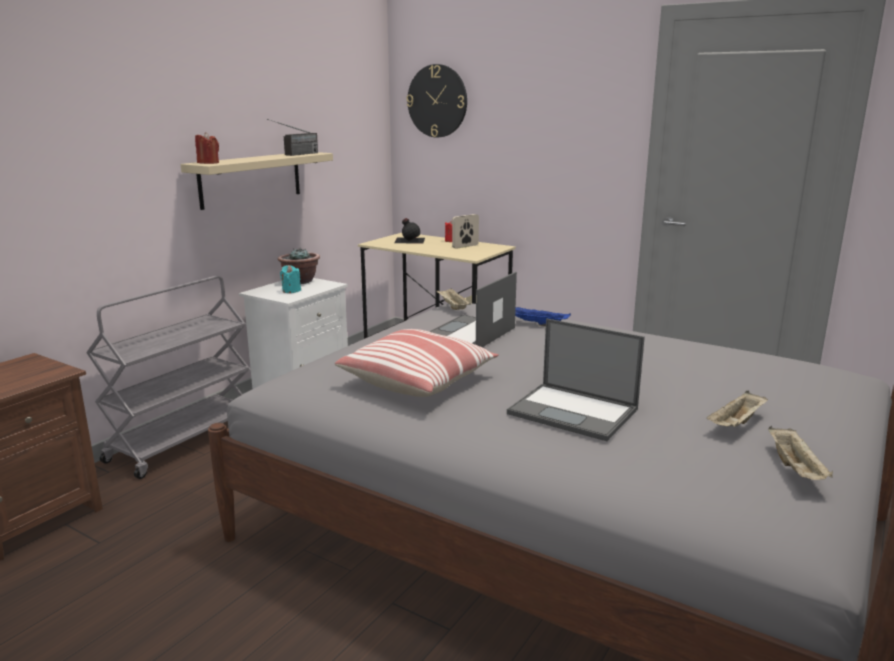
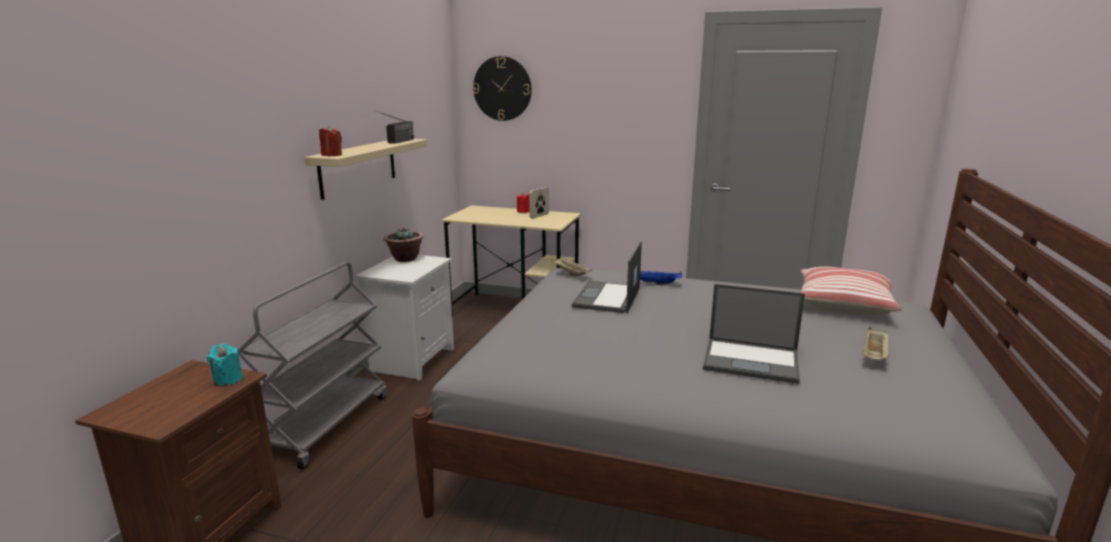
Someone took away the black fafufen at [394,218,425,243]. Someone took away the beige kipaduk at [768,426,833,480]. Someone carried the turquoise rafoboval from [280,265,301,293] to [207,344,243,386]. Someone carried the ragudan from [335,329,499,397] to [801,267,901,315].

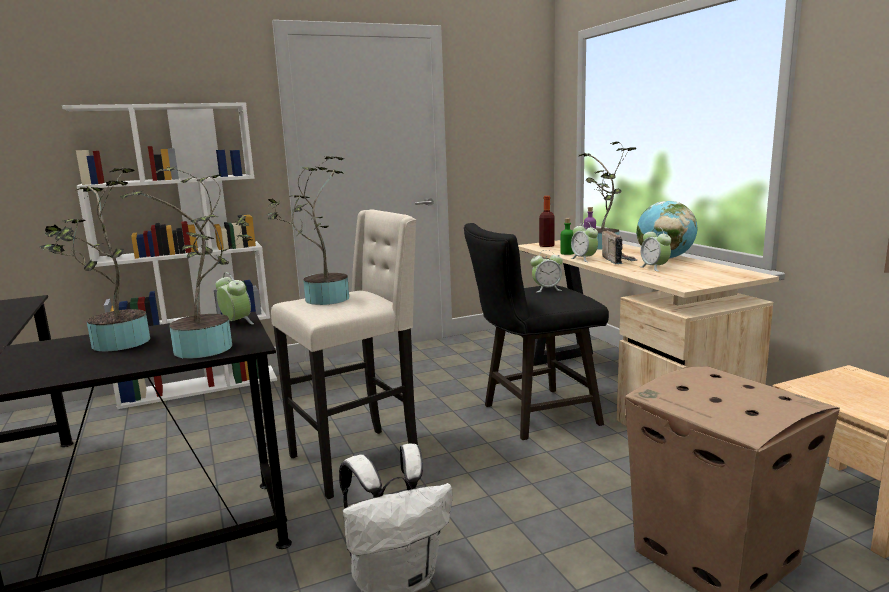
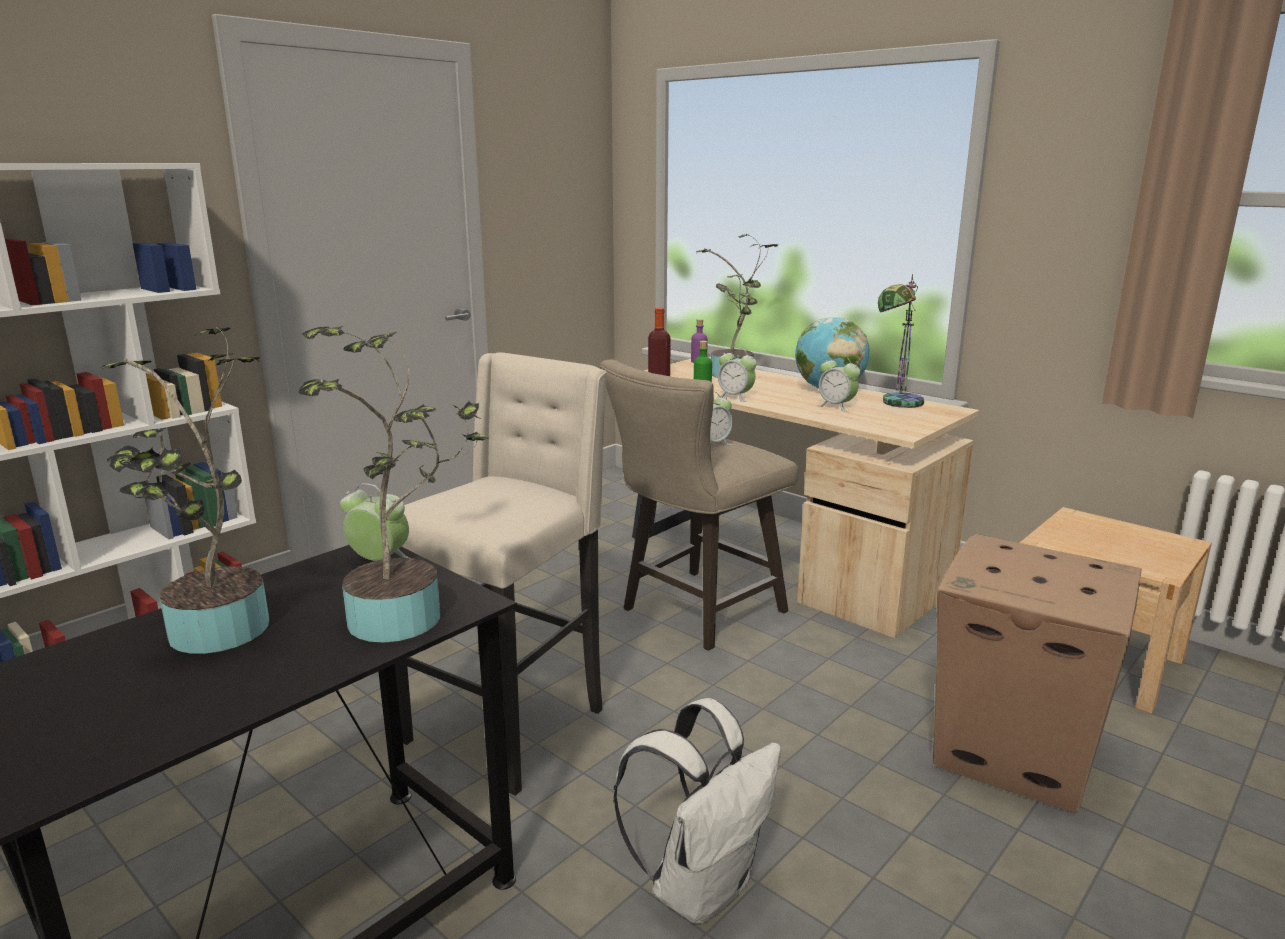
Someone took away the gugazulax at [266,156,349,305]. Someone took away the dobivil at [602,230,638,264]. Someone put down the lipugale at [878,274,924,408]. Someone repainted the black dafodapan at [464,223,609,440], which became the beige dafodapan at [600,359,798,651].

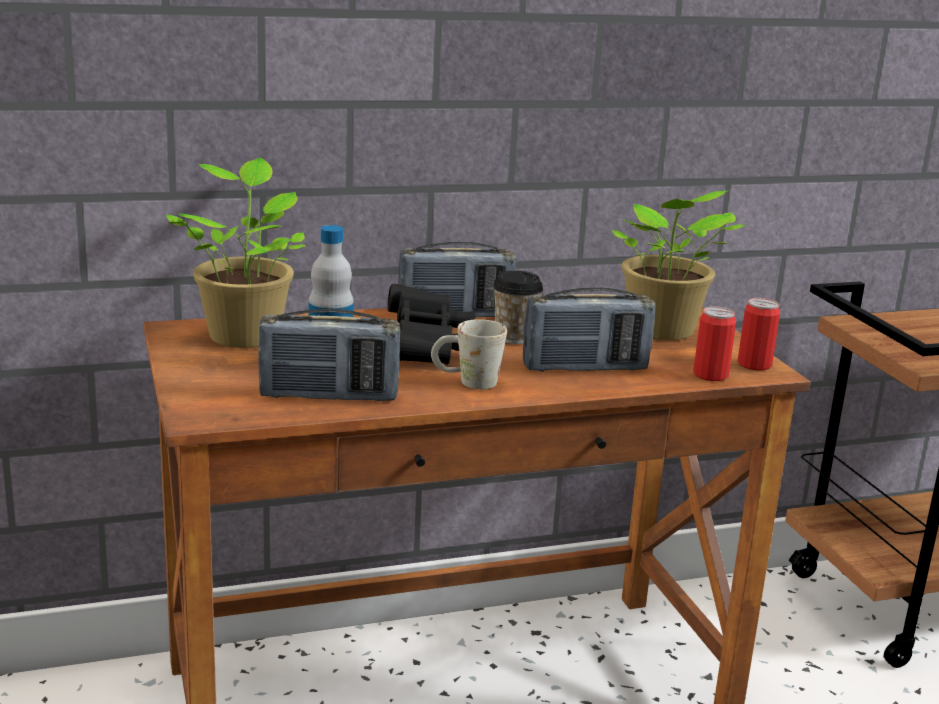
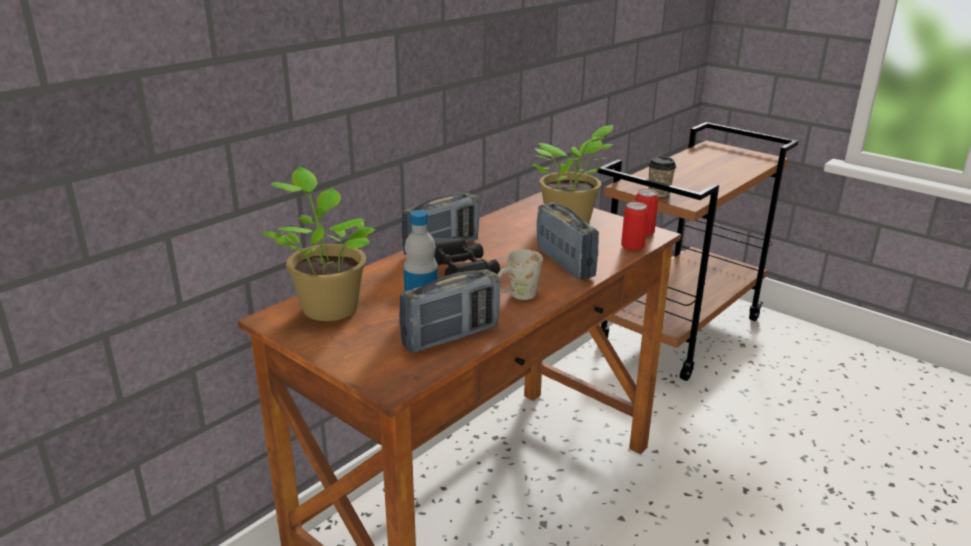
Someone carried the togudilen from [493,270,543,344] to [648,157,676,197]. Someone rotated the dobivil at [523,287,656,372] by 75 degrees counterclockwise.

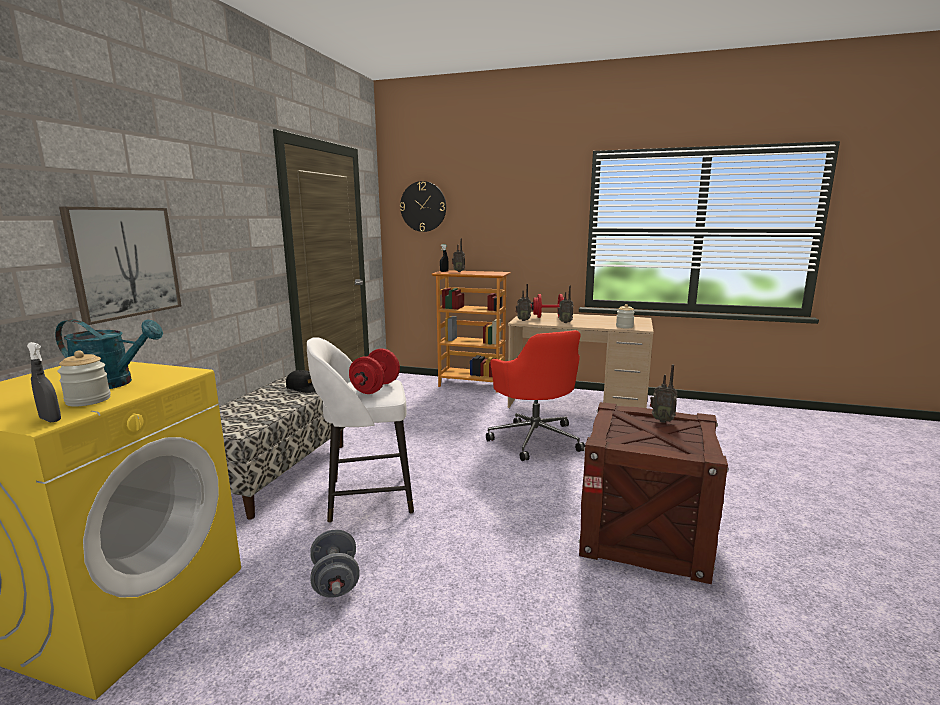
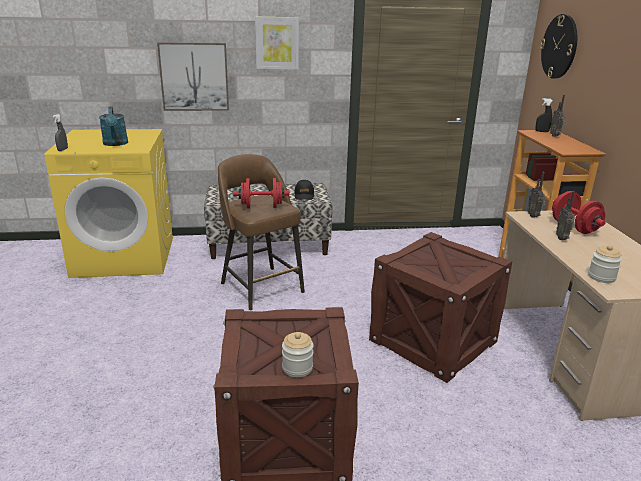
Someone took away the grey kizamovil at [310,530,360,598]. Someone took away the dobivil at [650,365,678,423]. Someone put up the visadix at [255,17,299,69]. Someone carried the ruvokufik from [57,350,111,407] to [282,332,314,377]. Someone swapped the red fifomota at [486,330,585,461] for the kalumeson at [369,232,512,383]. Someone repainted the white dafodapan at [307,337,414,523], which became the brown dafodapan at [218,154,305,310].

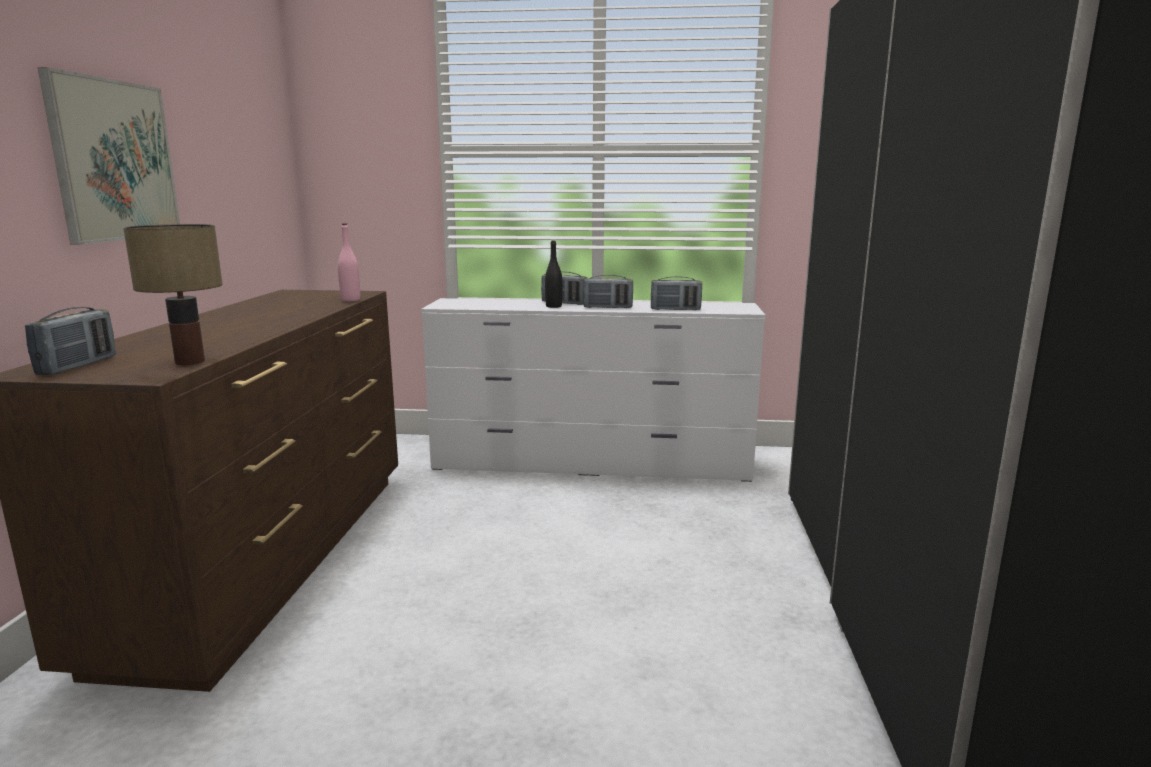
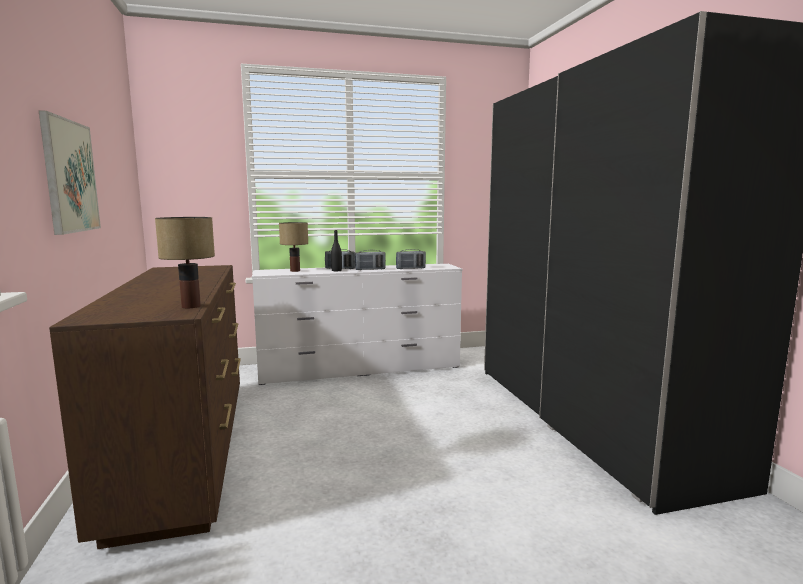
Someone took away the dobivil at [25,307,116,375]. Someone took away the pink fafufen at [338,223,360,301]. Someone put down the lipugale at [279,222,308,272].

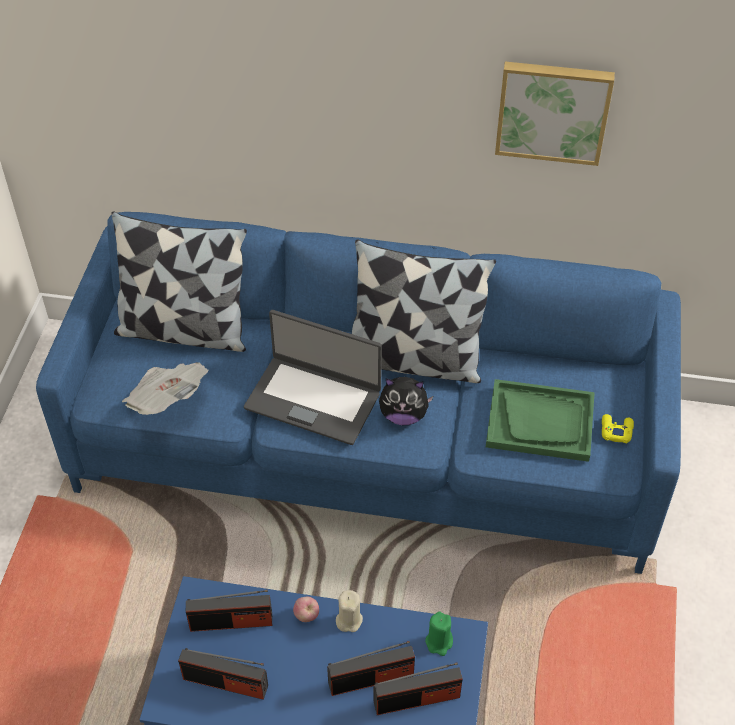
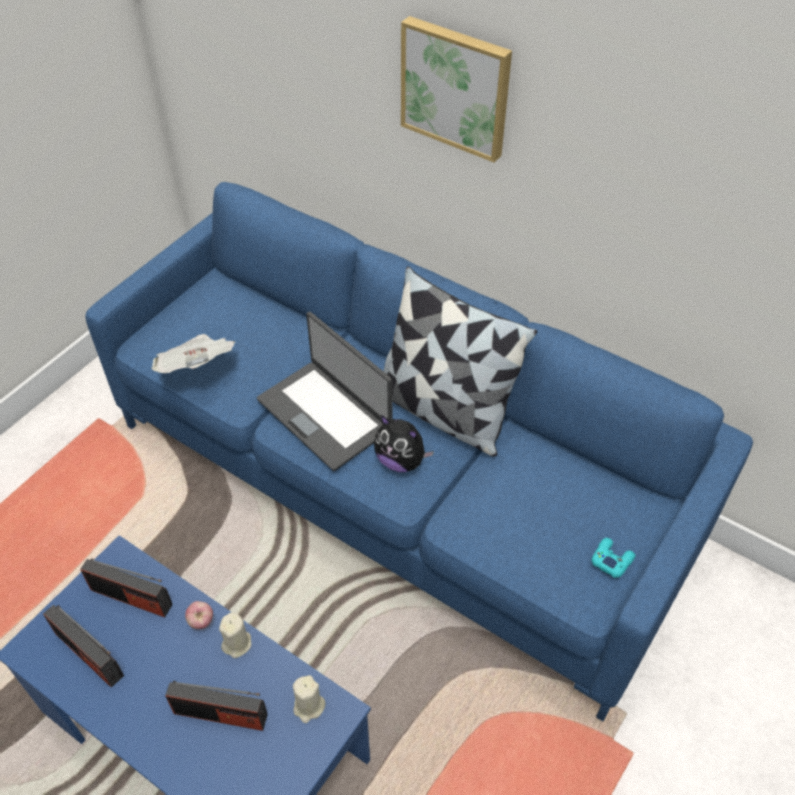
Someone took away the ragudan at [111,211,247,352]. Someone took away the dobivil at [373,662,463,715]. Someone took away the green kipaduk at [486,379,595,462]. Someone carried the visadix from [495,62,615,166] to [401,16,512,163]. Someone repainted the green rafoboval at [425,612,453,656], which became the beige rafoboval at [293,675,326,723]. Someone repainted the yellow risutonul at [602,414,634,443], which became the turquoise risutonul at [592,538,635,578].

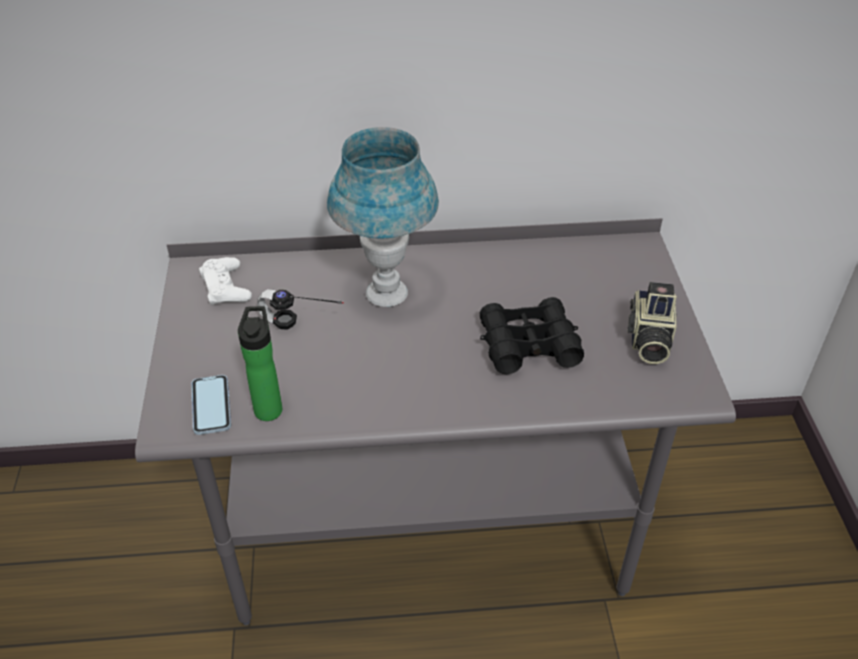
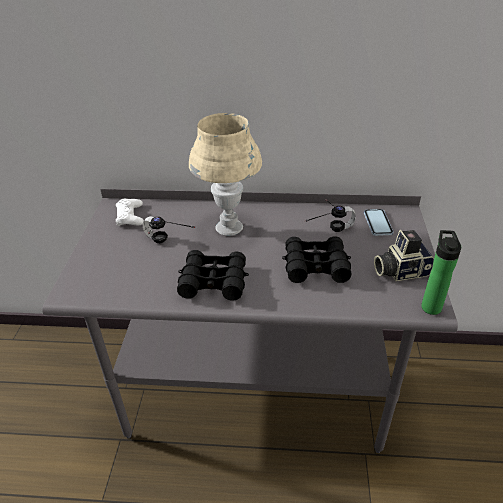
Someone put down the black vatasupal at [177,250,249,301]. Someone put down the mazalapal at [305,200,356,232]. Someone carried the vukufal from [191,375,231,435] to [364,209,394,236]. Someone carried the fafufen from [238,306,282,421] to [421,230,461,315]. Someone repainted the blue lipugale at [327,127,439,307], which became the beige lipugale at [189,113,262,236]. Someone rotated the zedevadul at [627,282,677,364] by 60 degrees clockwise.

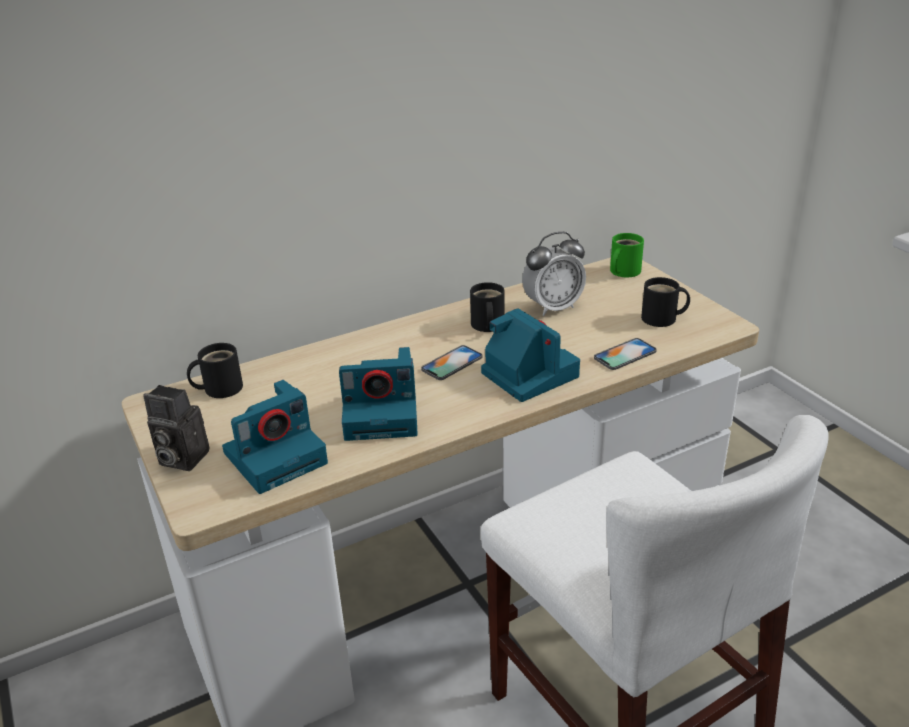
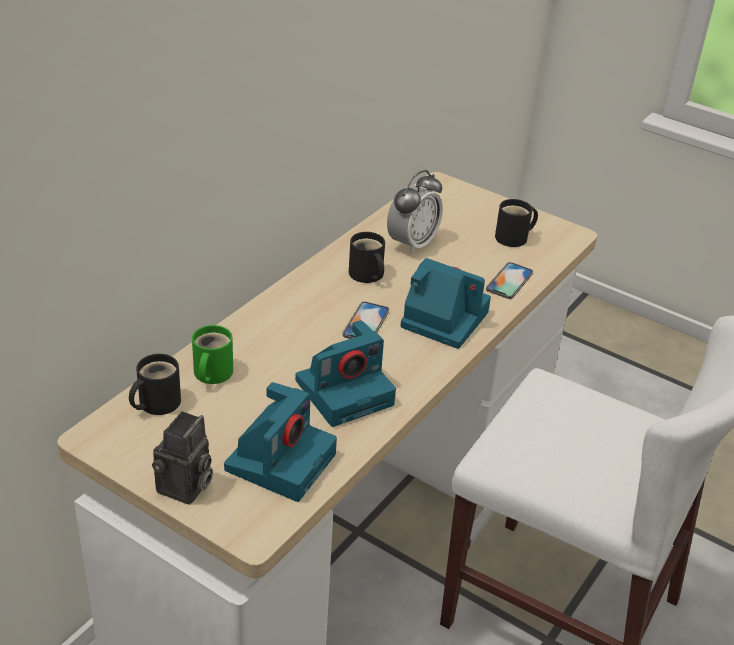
Someone carried the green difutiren from [610,233,644,277] to [192,325,233,384]. Someone rotated the zedevadul at [143,385,210,471] by 60 degrees counterclockwise.

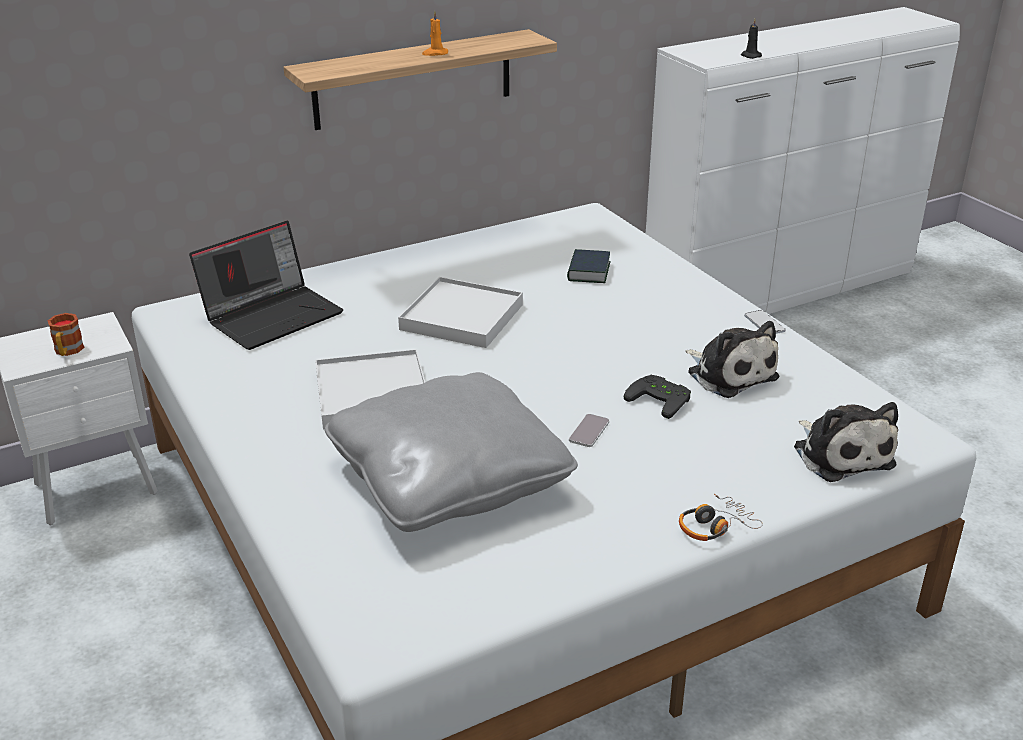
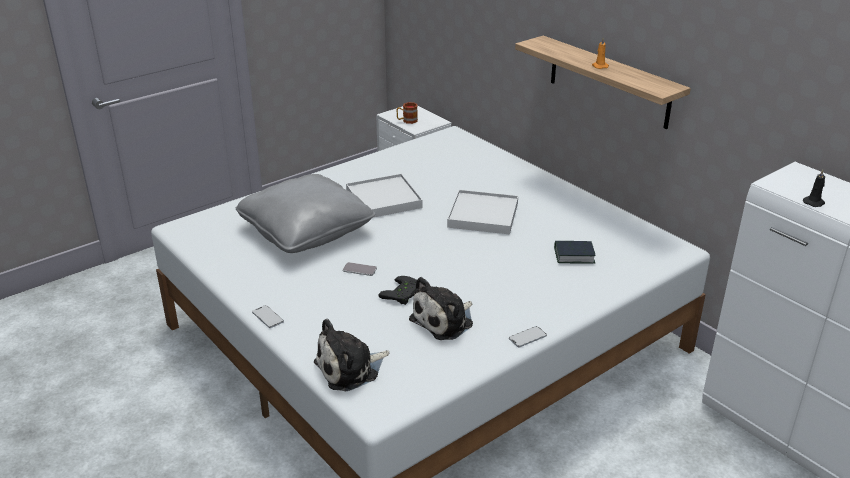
Someone took away the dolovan at [189,221,343,350]. Someone swapped the mazalapal at [679,494,763,541] for the vukufal at [252,305,284,328].

